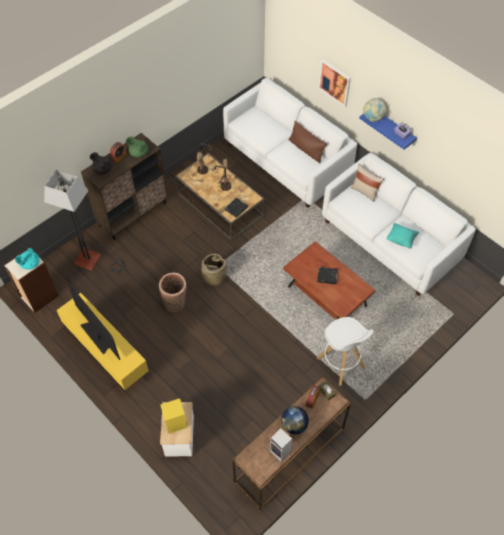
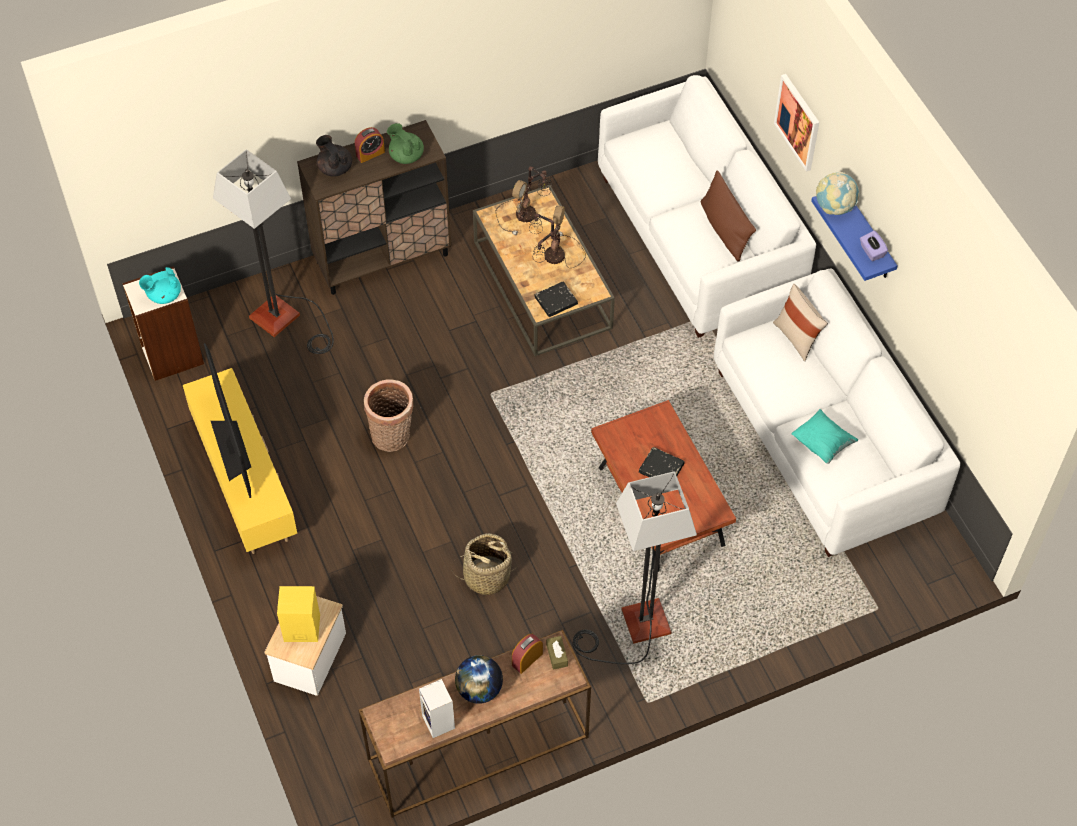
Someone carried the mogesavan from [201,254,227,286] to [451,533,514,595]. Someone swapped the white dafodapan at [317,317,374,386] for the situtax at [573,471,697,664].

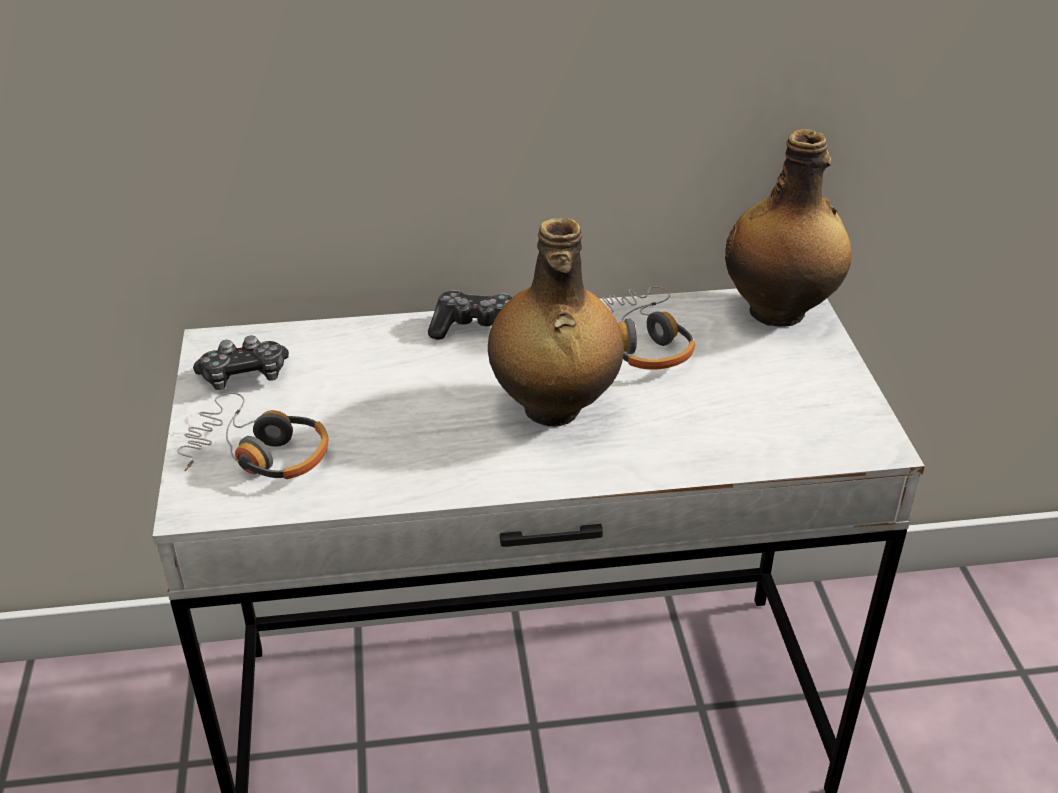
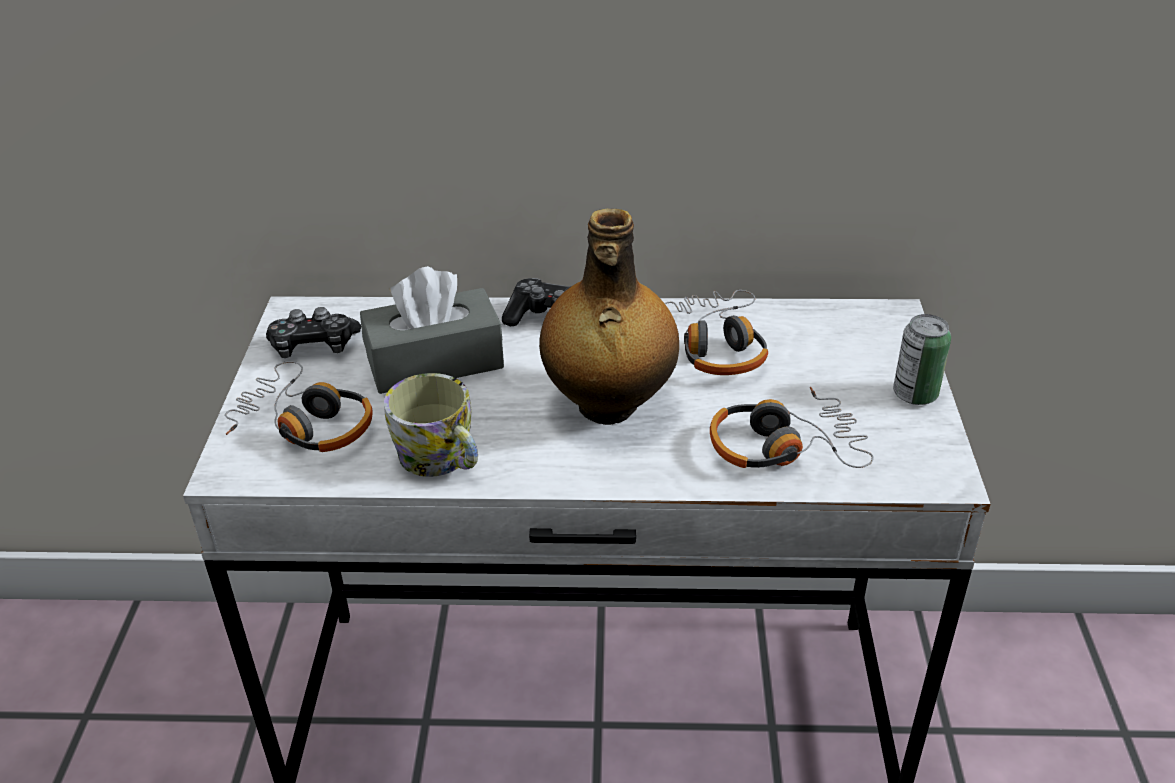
Someone took away the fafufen at [725,129,852,327]. Someone put down the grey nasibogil at [360,266,504,394]. Someone put down the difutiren at [384,373,478,477]. Someone put down the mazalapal at [710,387,874,468]. Someone put down the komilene at [893,314,951,405].

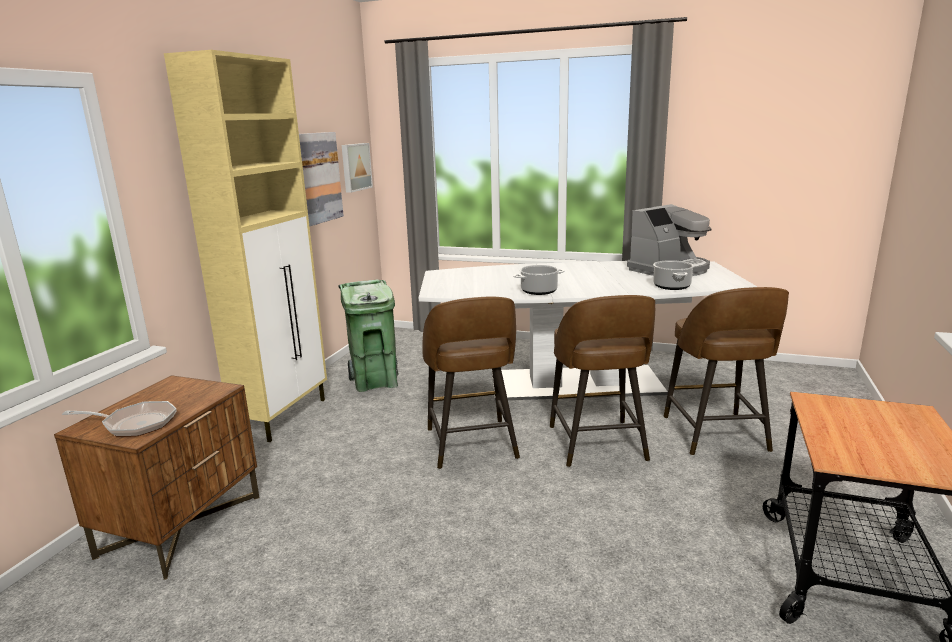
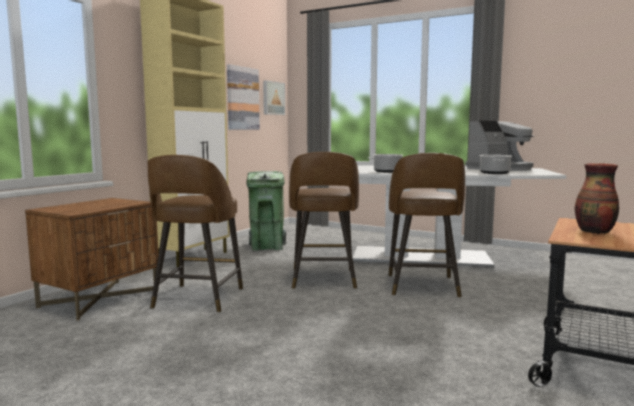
Someone took away the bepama at [62,401,177,437]. Someone put down the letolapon at [575,163,619,234]. Someone carried the brown dafodapan from [664,287,789,455] to [147,155,243,312].

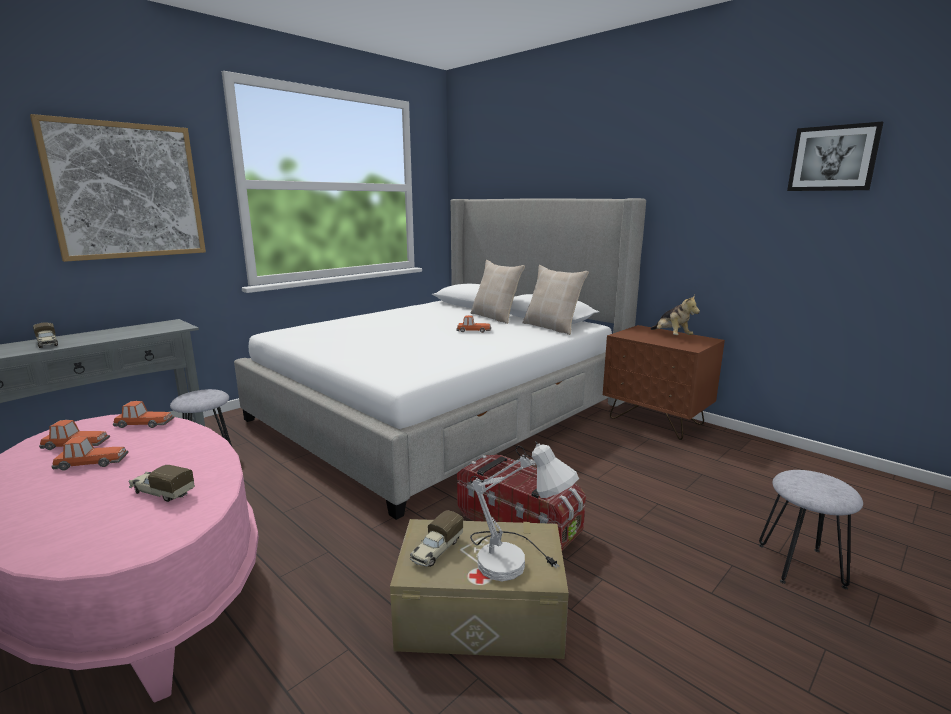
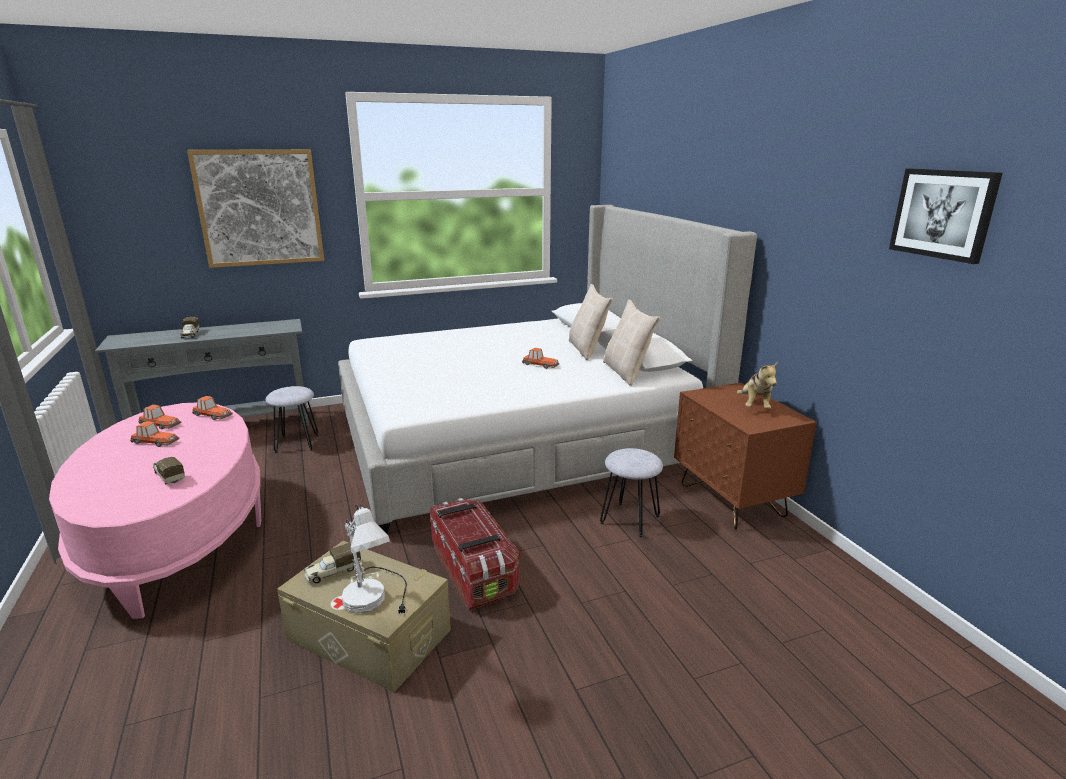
Someone carried the grey dafodapan from [759,470,863,589] to [600,448,663,538].

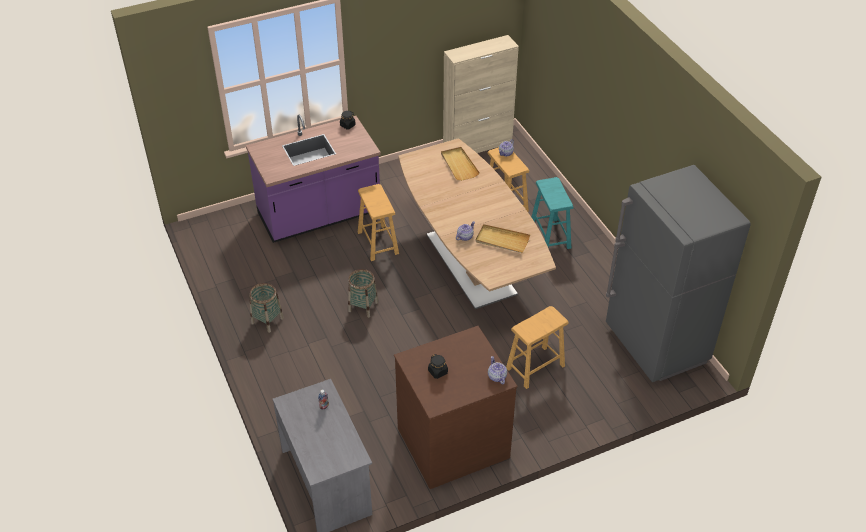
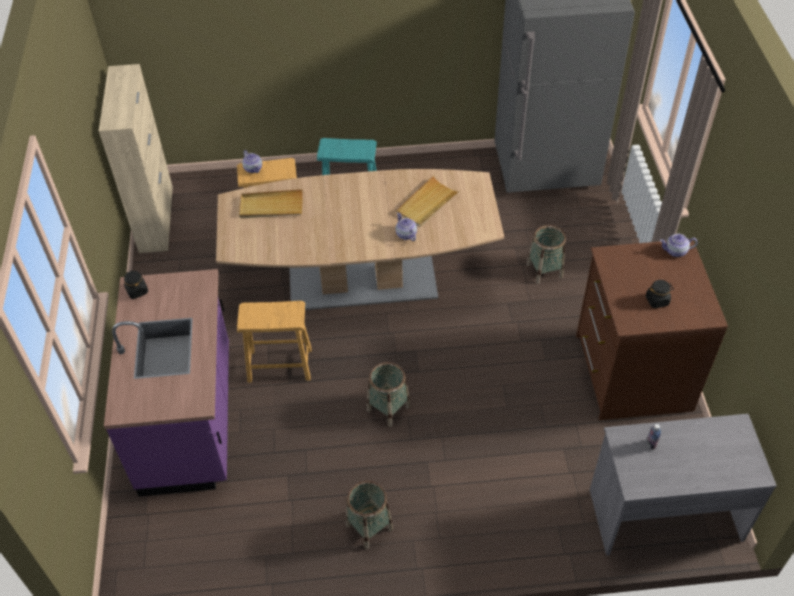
Someone swapped the brown dafodapan at [506,306,569,389] for the mogesavan at [527,225,566,284].

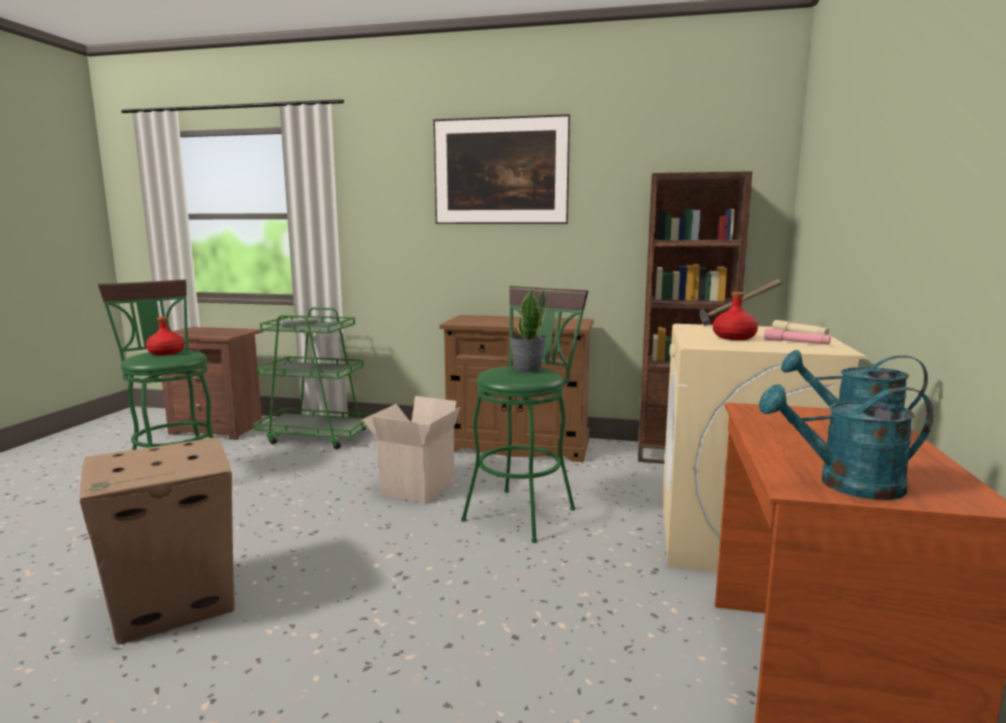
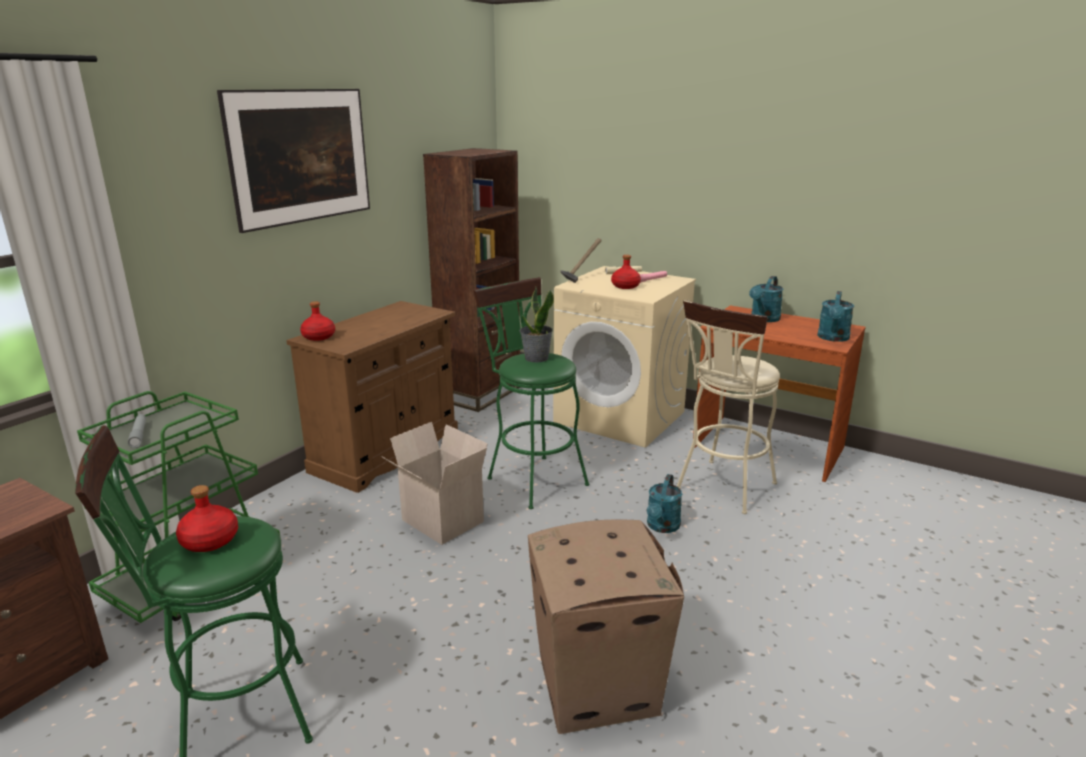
Someone put down the red fafufen at [300,301,335,341]. Someone put down the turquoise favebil at [647,474,682,533]. Someone put down the beige dafodapan at [677,300,780,514].

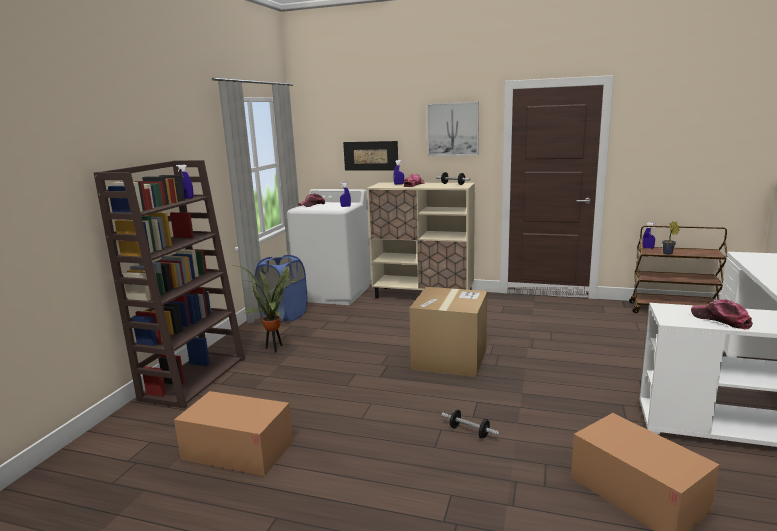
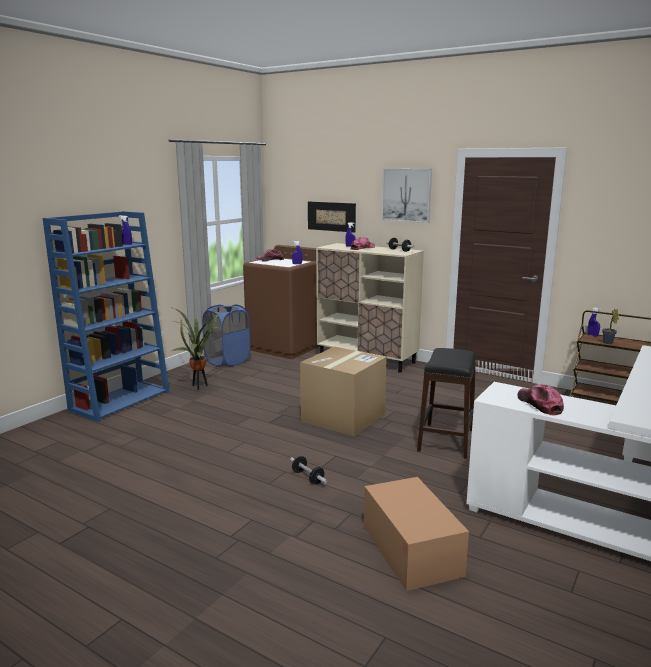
Someone took away the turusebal at [174,391,293,476]. Someone put down the black dafodapan at [417,348,476,459]. Someone repainted the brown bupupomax at [94,160,245,409], which became the blue bupupomax at [43,211,169,422]. Someone repainted the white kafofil at [287,189,371,305], which became the brown kafofil at [243,245,320,359].

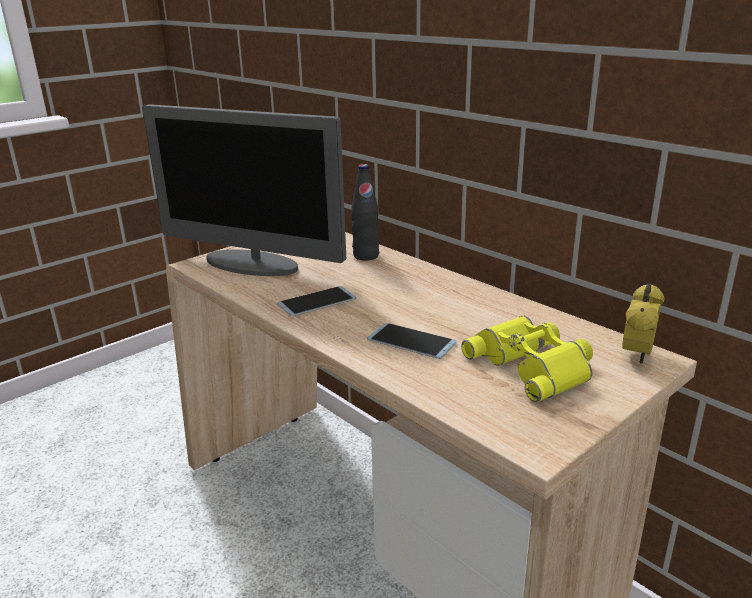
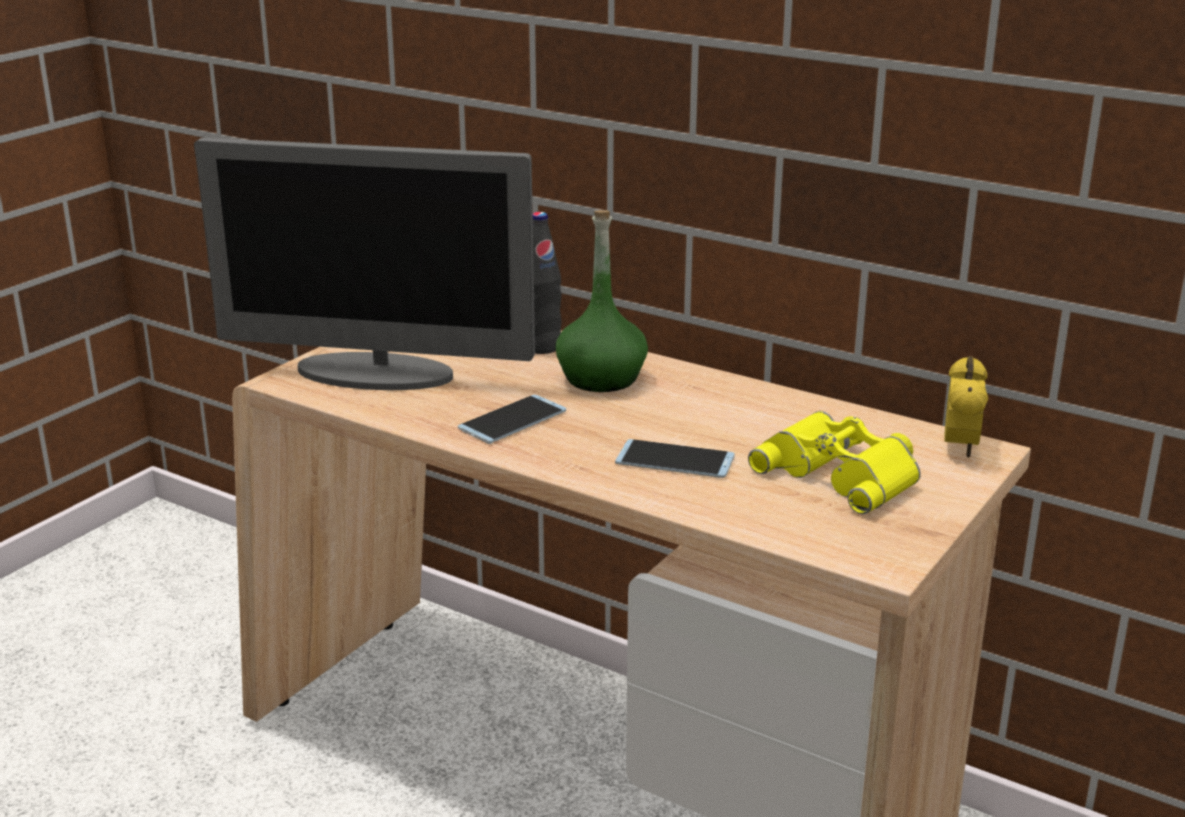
Someone put down the green fafufen at [556,210,648,392].

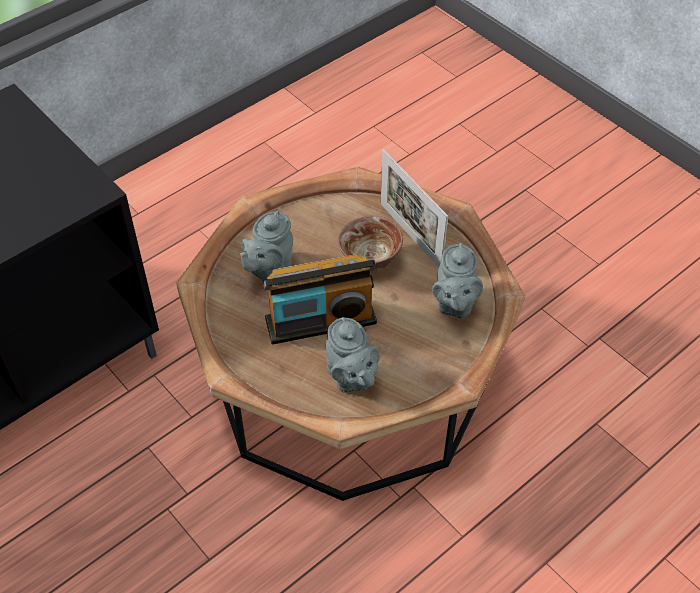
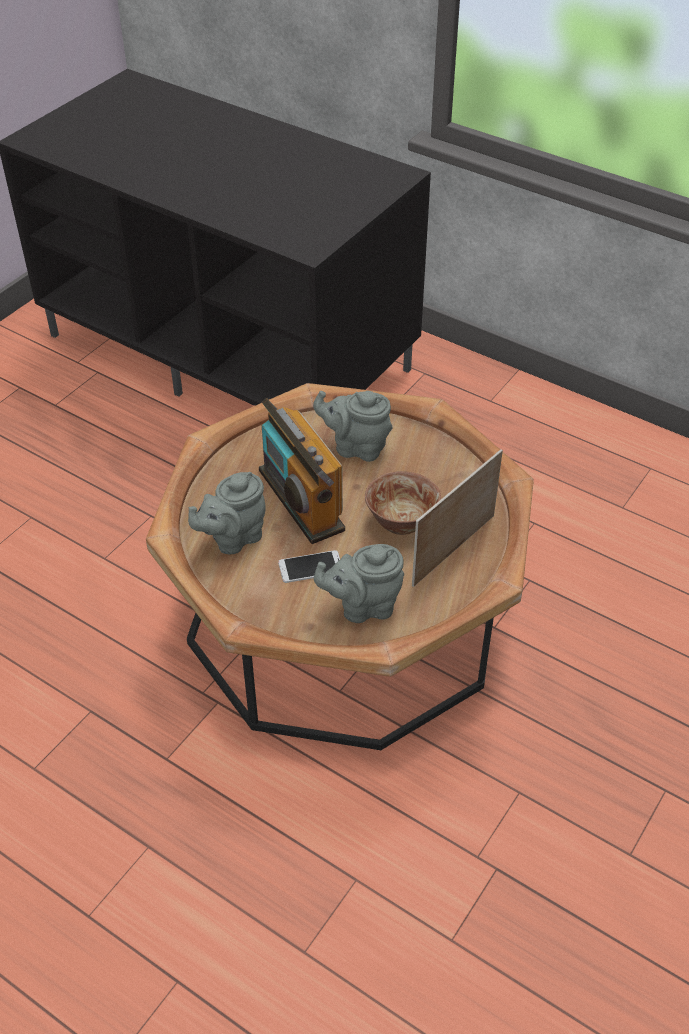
Someone put down the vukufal at [278,550,340,583].

